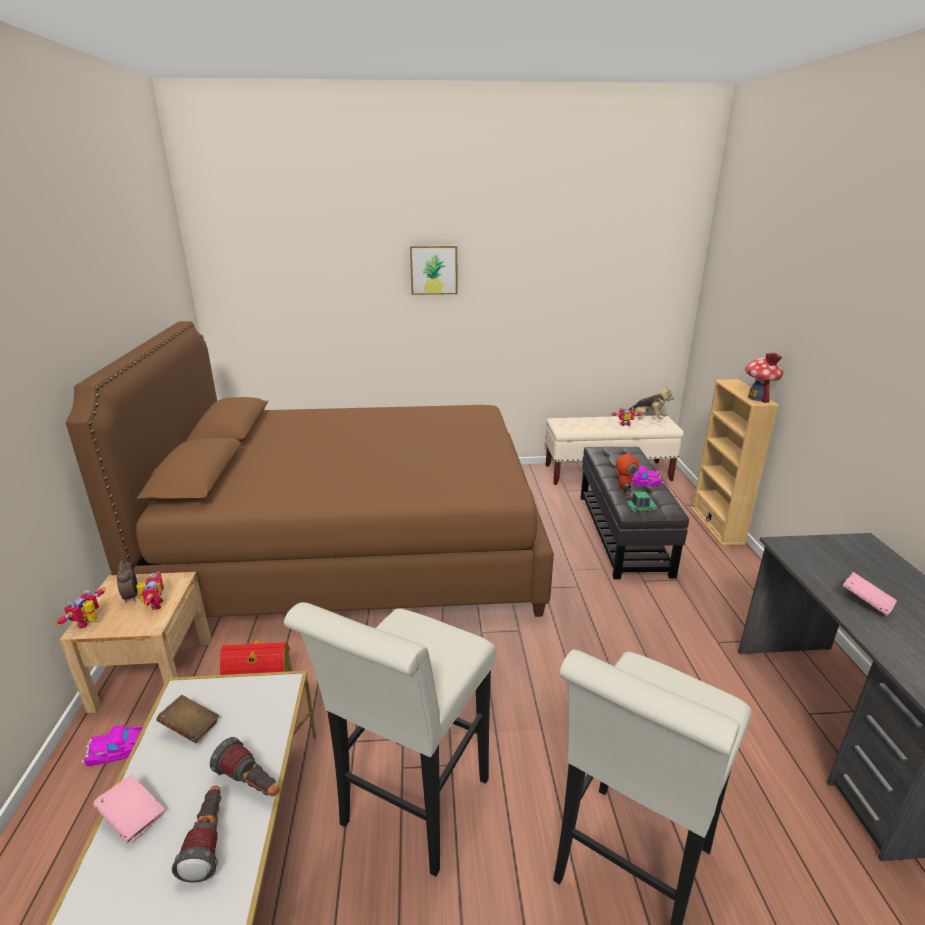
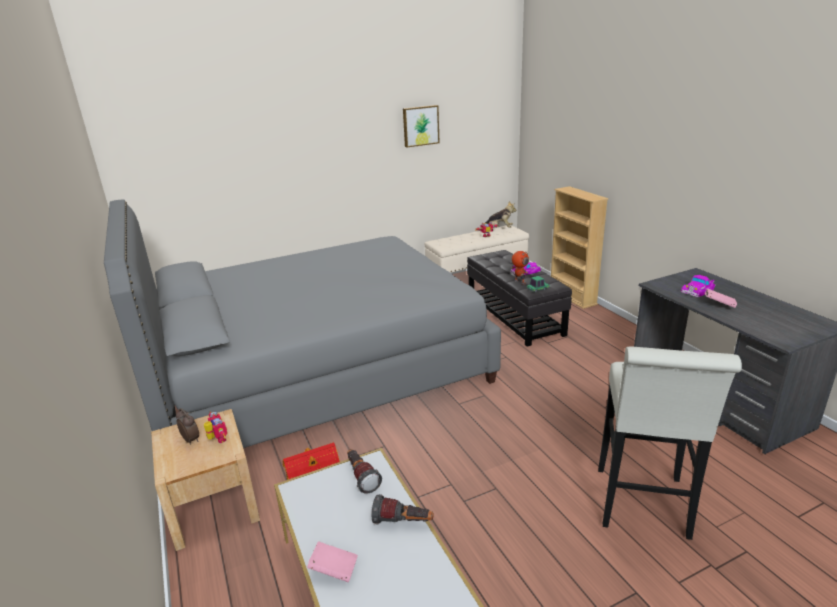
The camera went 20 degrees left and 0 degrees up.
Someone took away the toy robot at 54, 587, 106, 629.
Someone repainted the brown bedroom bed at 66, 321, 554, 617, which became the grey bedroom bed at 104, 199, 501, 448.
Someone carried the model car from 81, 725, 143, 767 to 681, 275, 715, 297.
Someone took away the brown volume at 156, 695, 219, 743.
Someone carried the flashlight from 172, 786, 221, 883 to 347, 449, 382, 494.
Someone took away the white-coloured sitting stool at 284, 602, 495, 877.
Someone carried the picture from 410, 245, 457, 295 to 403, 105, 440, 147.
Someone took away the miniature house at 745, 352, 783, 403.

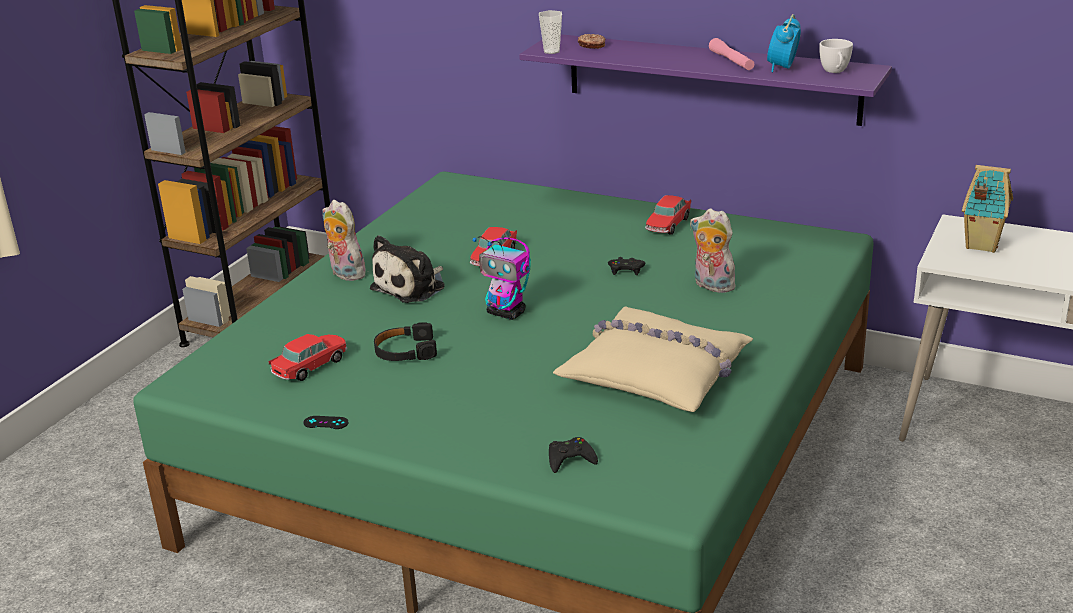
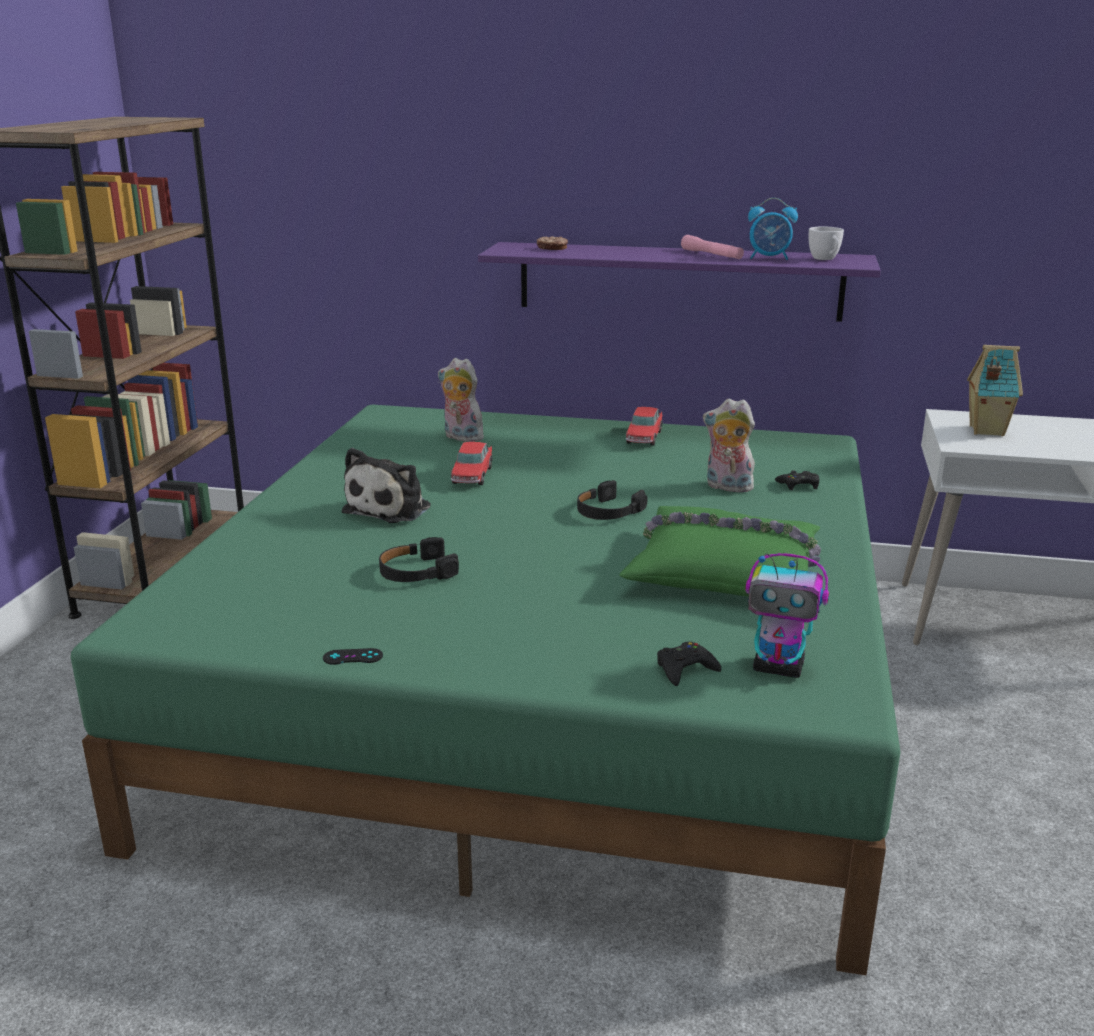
The camera went 15 degrees left and 5 degrees down.
Someone took away the model car at 269, 334, 347, 381.
Someone carried the cuddly toy from 322, 200, 368, 281 to 438, 358, 484, 443.
Someone carried the toy robot from 472, 236, 531, 320 to 745, 553, 829, 678.
Someone took away the small cup at 539, 10, 562, 54.
Someone repainted the beige pillow at 553, 307, 753, 412, which became the green-coloured pillow at 619, 506, 821, 597.
Someone carried the blackish game controller from 608, 257, 645, 275 to 775, 470, 819, 490.
Someone rotated the table clock at 767, 14, 801, 72 by 90 degrees counterclockwise.
Someone put down the blackish pair of headphones at 577, 480, 648, 520.

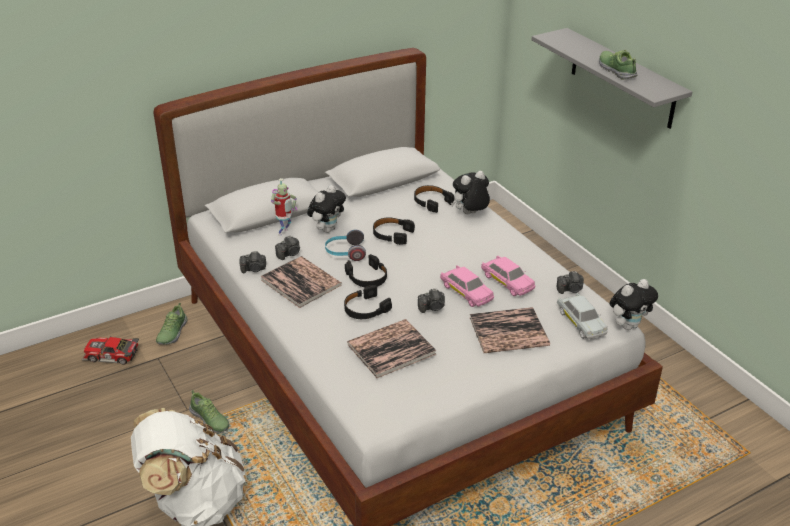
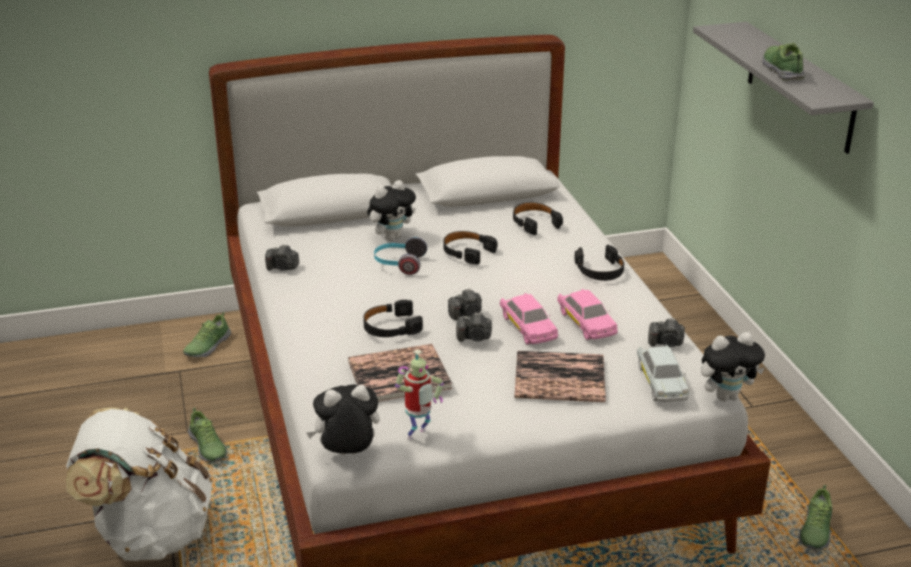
The camera went 15 degrees right and 5 degrees down.
Someone took away the model car at 82, 336, 139, 365.
Someone took away the volume at 260, 256, 342, 308.
Someone carried the toy robot from 271, 178, 297, 236 to 395, 349, 444, 440.
Someone carried the still camera from 275, 235, 300, 260 to 448, 288, 482, 320.
Someone carried the blackish pair of headphones from 345, 254, 387, 287 to 575, 245, 624, 281.
Someone carried the cuddly toy from 451, 171, 490, 214 to 307, 385, 380, 455.
Someone put down the low shoe at 798, 485, 832, 550.

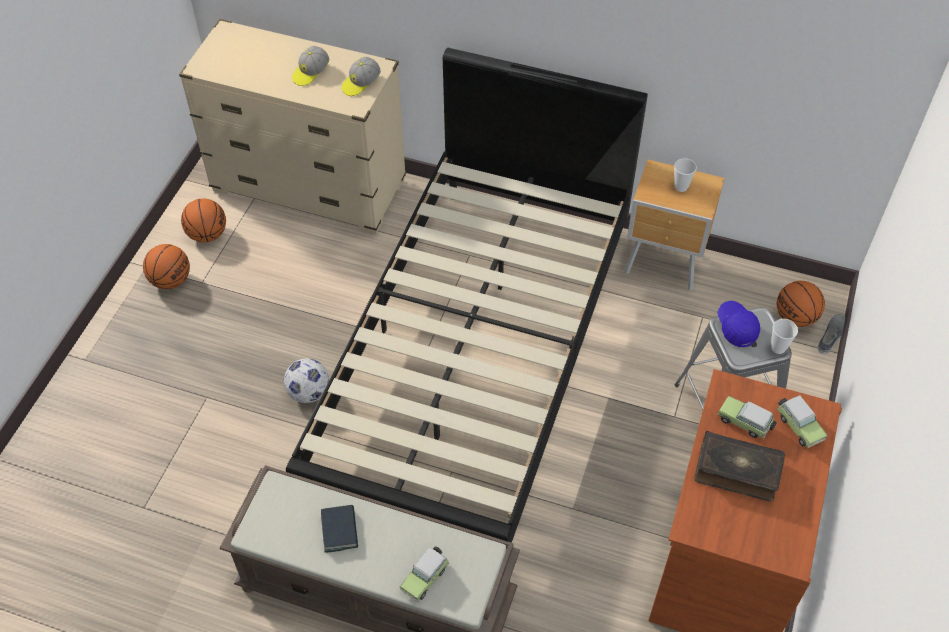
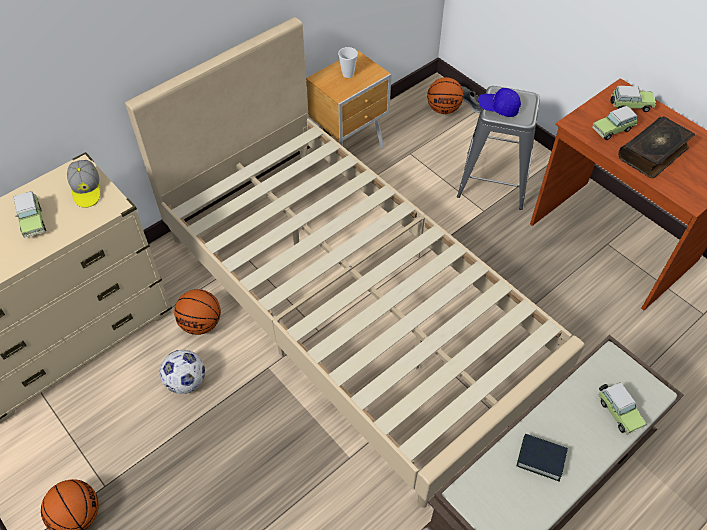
The camera went 60 degrees left and 0 degrees up.
Someone carried the ball for basketball from 181, 198, 226, 243 to 174, 289, 221, 335.
Someone carried the football ball from 284, 358, 329, 403 to 160, 350, 205, 394.
Someone repainted the blackish bedroom bed at 286, 48, 648, 543, which became the beige bedroom bed at 125, 17, 585, 508.
Someone swapped the baseball cap at 292, 46, 330, 86 for the model car at 13, 191, 46, 238.
Someone took away the small cup at 771, 319, 798, 354.

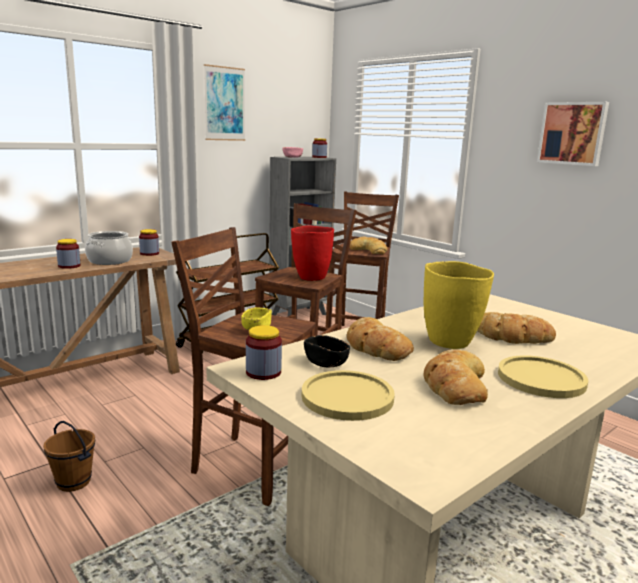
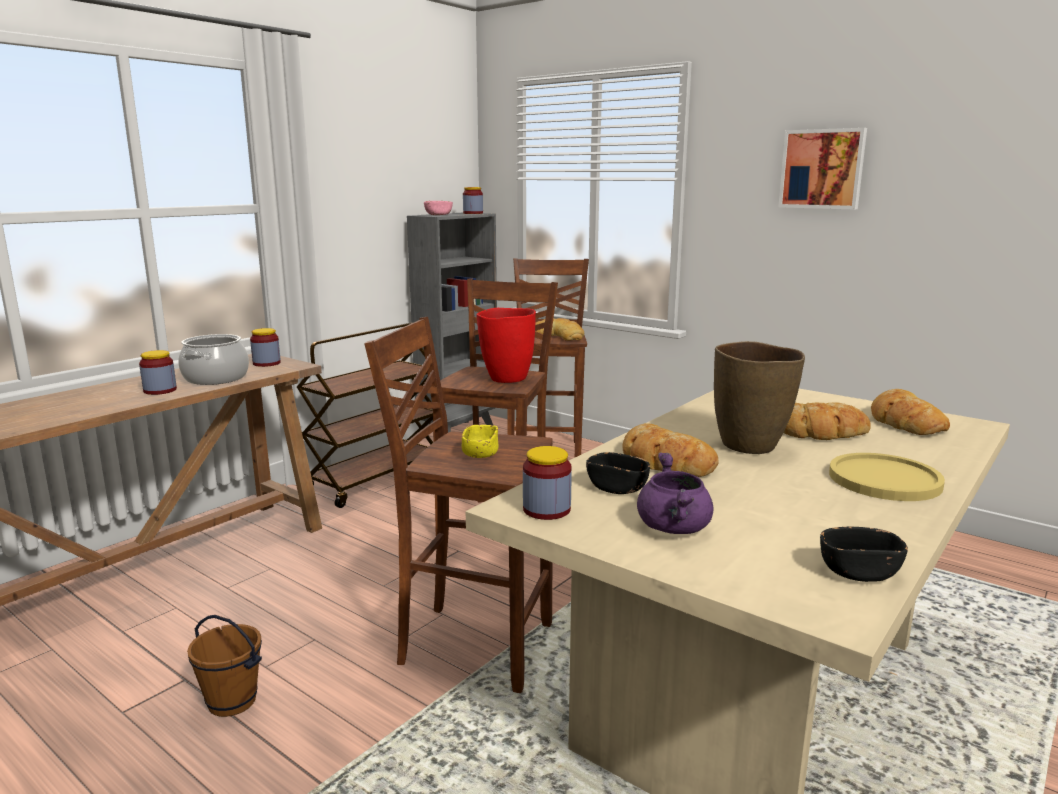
The camera went 10 degrees left and 0 degrees up.
Someone took away the picture at 204, 64, 245, 141.
Someone swapped the yellow dinner plate at 302, 370, 395, 421 for the purplish saucepot at 637, 452, 714, 534.
Someone repainted the yellow flower vase at 424, 261, 494, 349, which became the brown flower vase at 714, 341, 805, 454.
Someone carried the bread from 424, 349, 488, 405 to 871, 389, 950, 435.
Someone put down the blackish serving bowl at 820, 527, 908, 582.

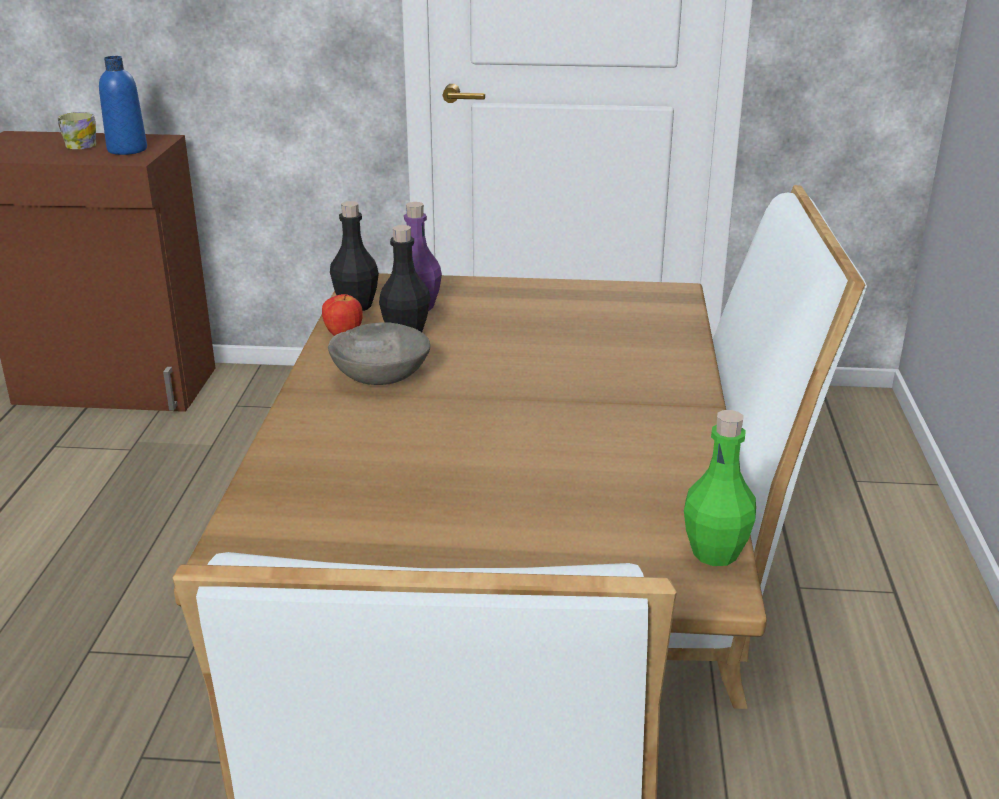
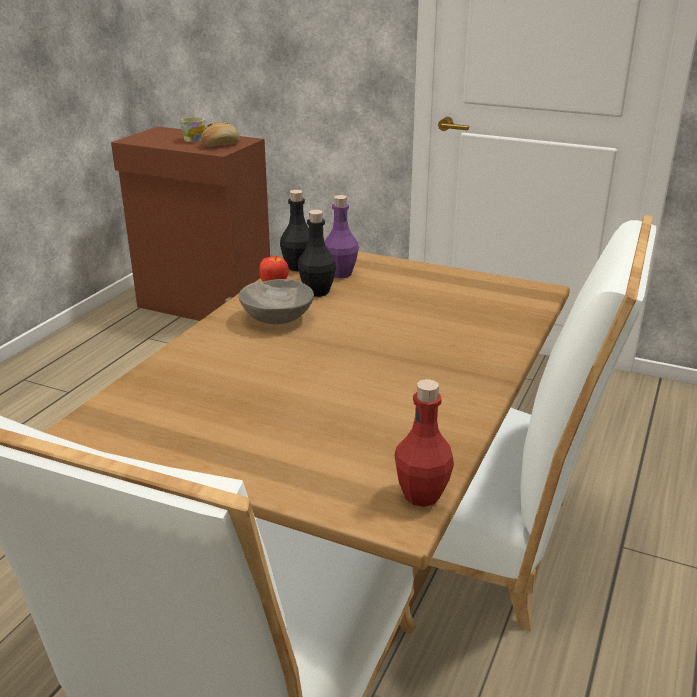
The camera went 20 degrees right and 0 degrees up.
Someone swapped the blue-coloured drink bottle at 99, 56, 147, 155 for the bread at 201, 122, 240, 147.
Someone repainted the green-coloured drink bottle at 684, 410, 756, 566, which became the red-coloured drink bottle at 394, 379, 454, 507.

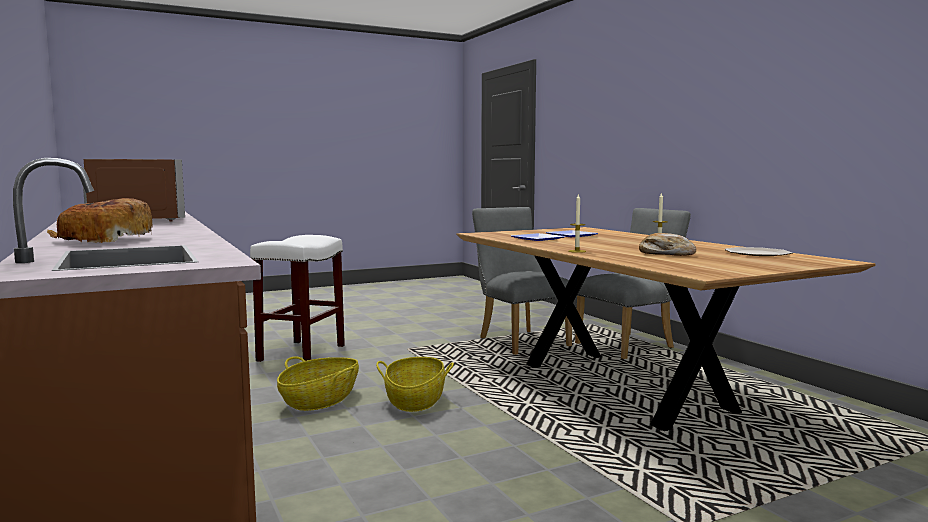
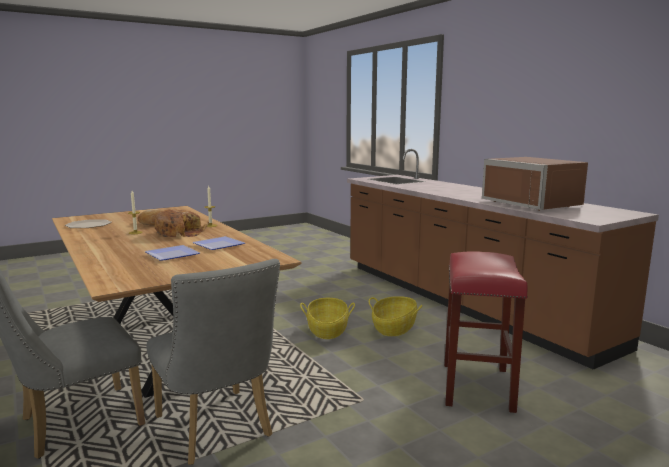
The camera went 175 degrees right and 5 degrees up.
Someone carried the bread from 47, 198, 152, 243 to 155, 210, 207, 237.
Someone repainted the white-coloured sitting stool at 250, 235, 345, 362, which became the red-coloured sitting stool at 444, 251, 528, 413.

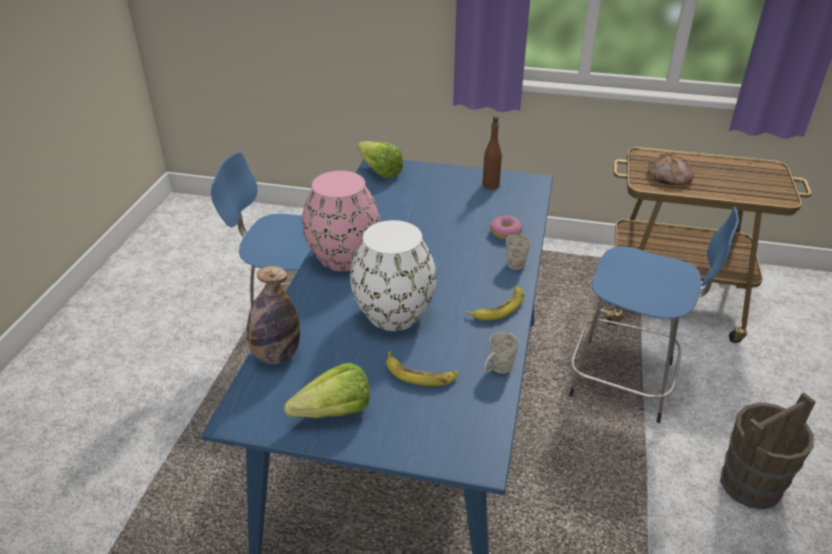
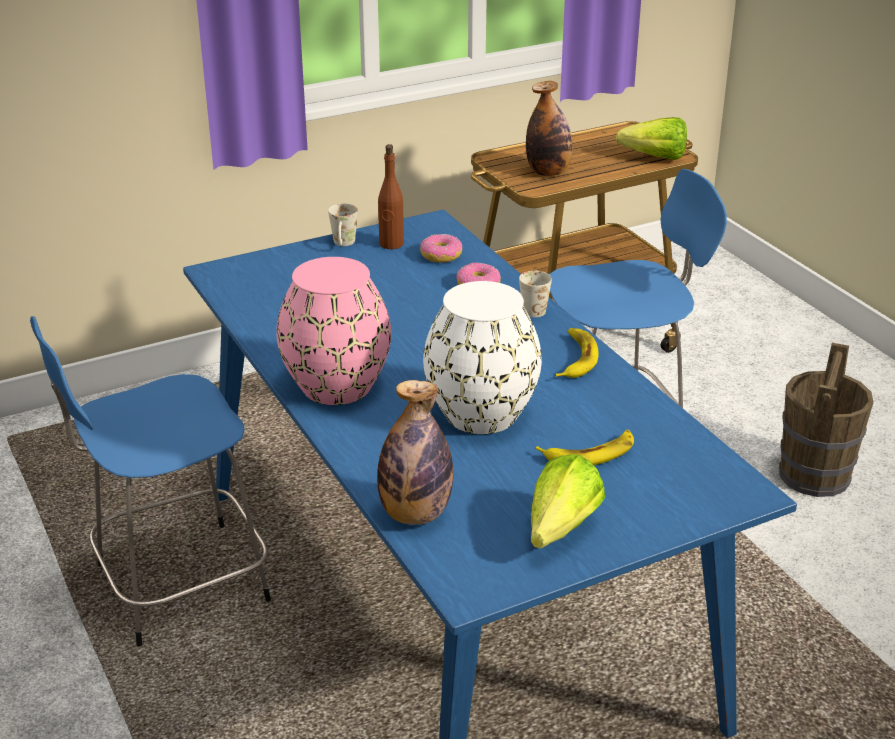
The camera went 40 degrees left and 5 degrees down.
Someone carried the lettuce head from 357, 141, 403, 179 to 616, 117, 687, 160.
Someone carried the white-coloured mug from 484, 332, 519, 374 to 328, 204, 358, 246.
Someone swapped the bread at 648, 153, 694, 185 for the drink bottle at 526, 81, 573, 176.
Someone put down the doughnut at 420, 234, 462, 263.

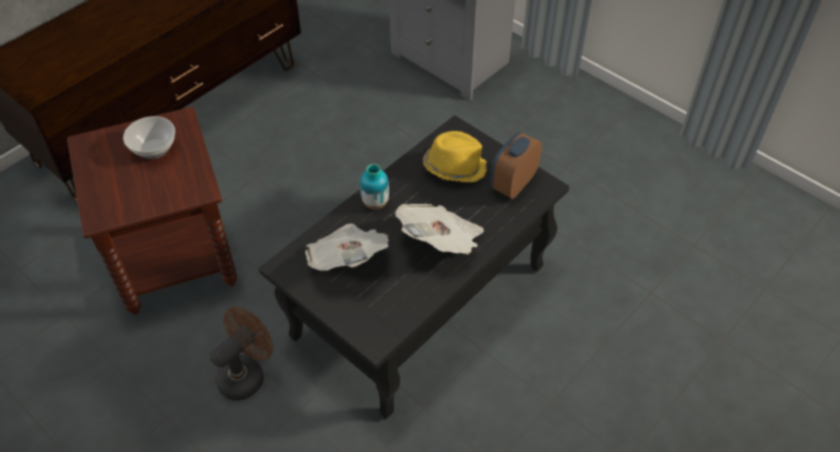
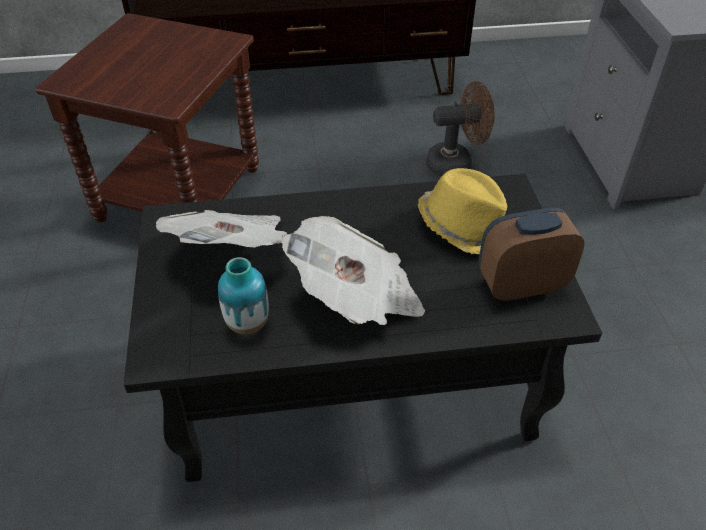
The camera went 40 degrees right and 5 degrees down.
Someone took away the serving bowl at 123, 116, 175, 159.
Someone carried the brown fan from 210, 307, 273, 401 to 426, 81, 494, 176.
Someone carried the flower vase from 360, 164, 389, 210 to 218, 257, 269, 334.

